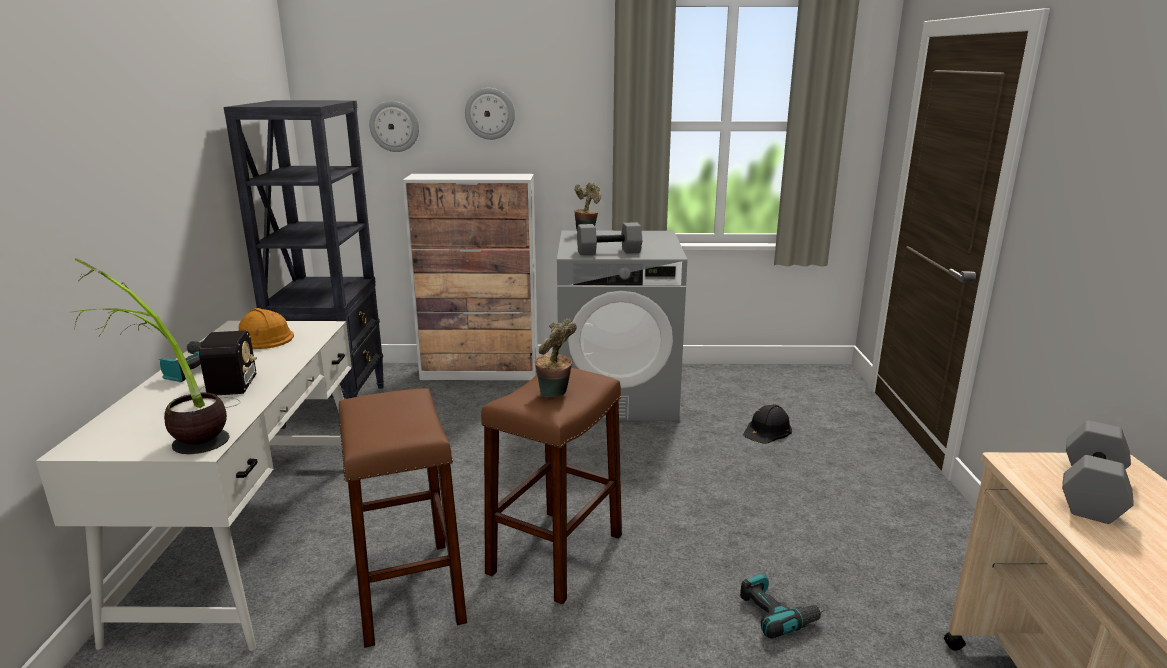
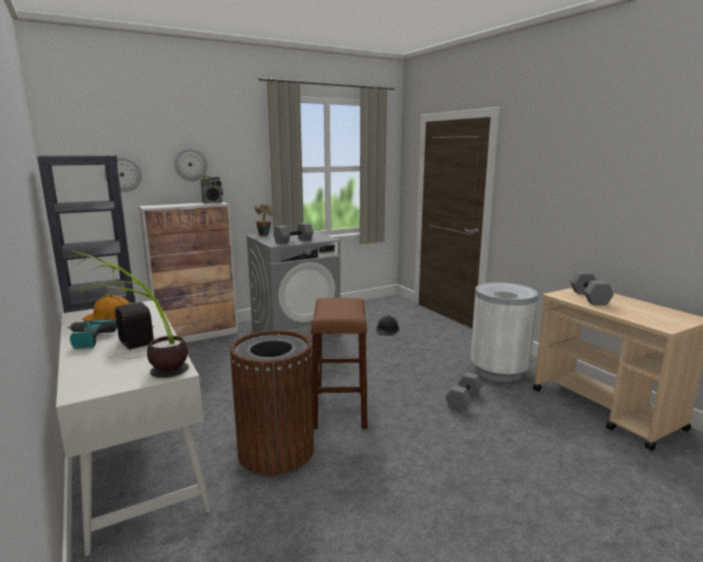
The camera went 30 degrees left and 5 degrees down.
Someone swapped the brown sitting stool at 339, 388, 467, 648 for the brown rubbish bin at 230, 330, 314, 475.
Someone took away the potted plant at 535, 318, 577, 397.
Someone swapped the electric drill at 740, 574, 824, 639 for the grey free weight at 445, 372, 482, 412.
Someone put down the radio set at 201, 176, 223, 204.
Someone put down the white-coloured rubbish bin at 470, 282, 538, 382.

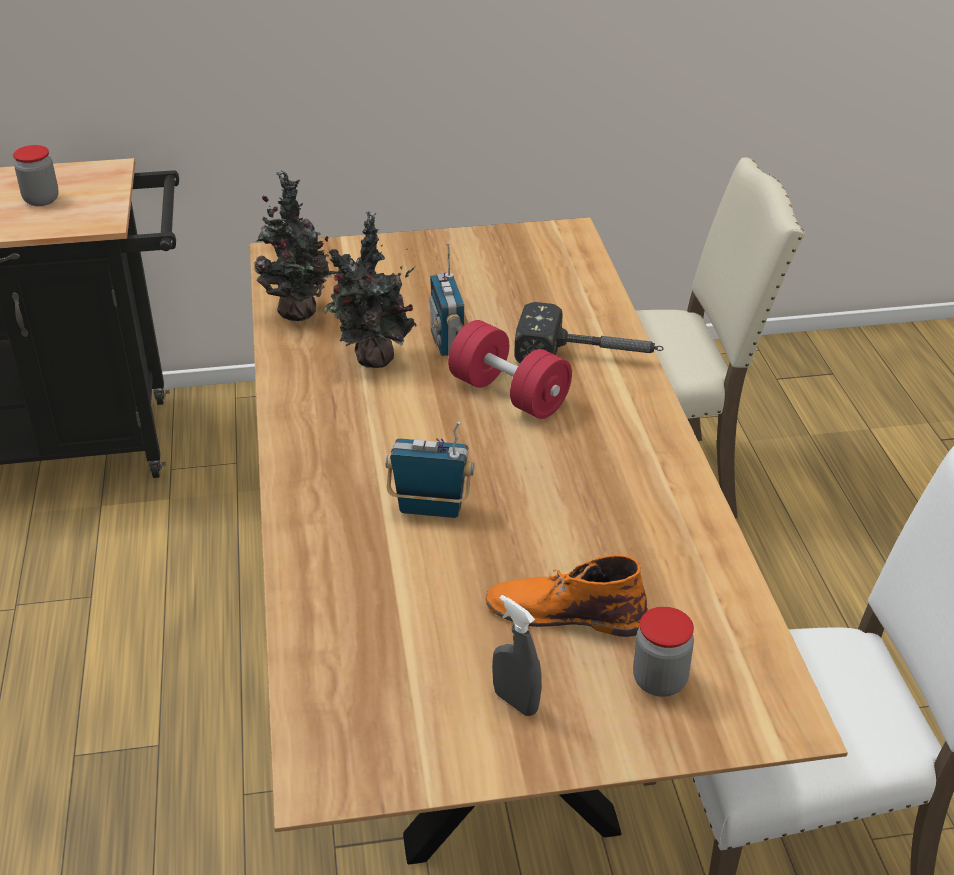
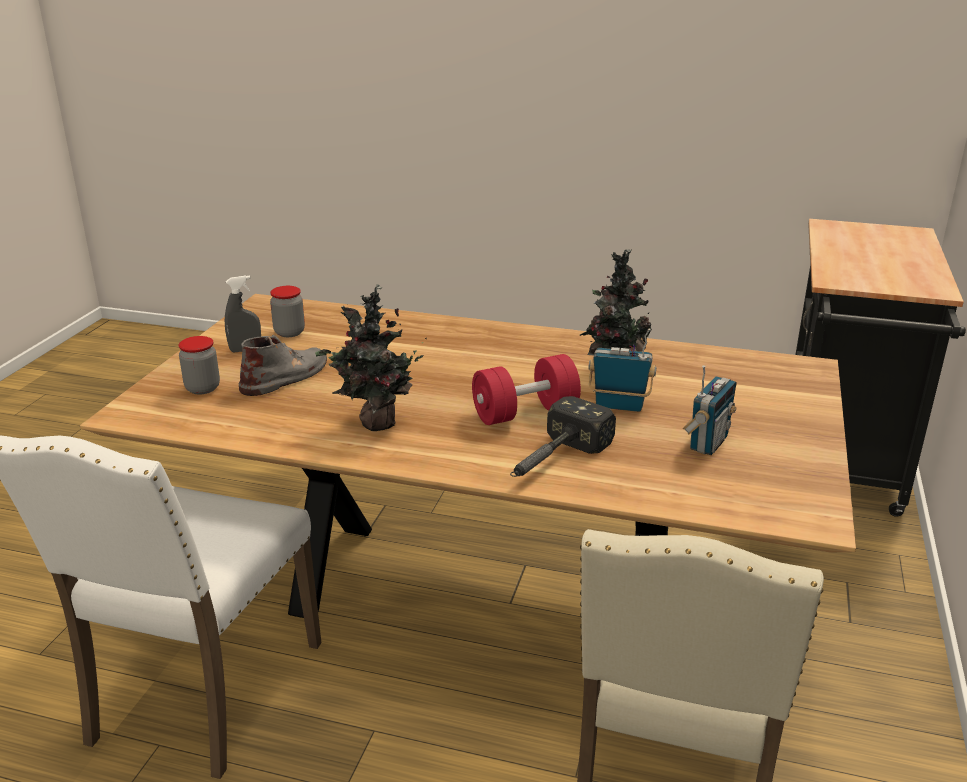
The camera went 115 degrees right and 10 degrees down.
Someone carried the jar from 13, 145, 59, 206 to 270, 286, 305, 337.
Someone carried the potted plant from 254, 169, 337, 321 to 315, 284, 427, 431.
Someone carried the radio set from 386, 421, 474, 518 to 683, 365, 737, 455.
Someone repainted the orange-coloured tall boot at 486, 554, 648, 637, which became the grey tall boot at 239, 335, 327, 396.

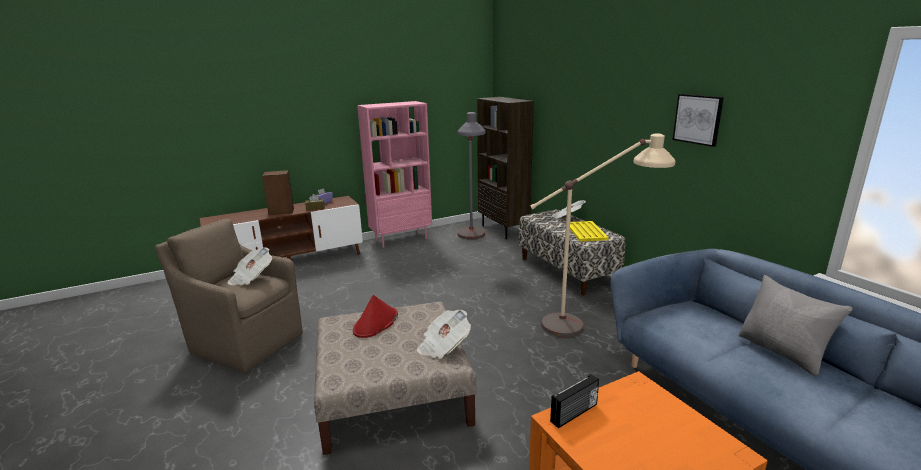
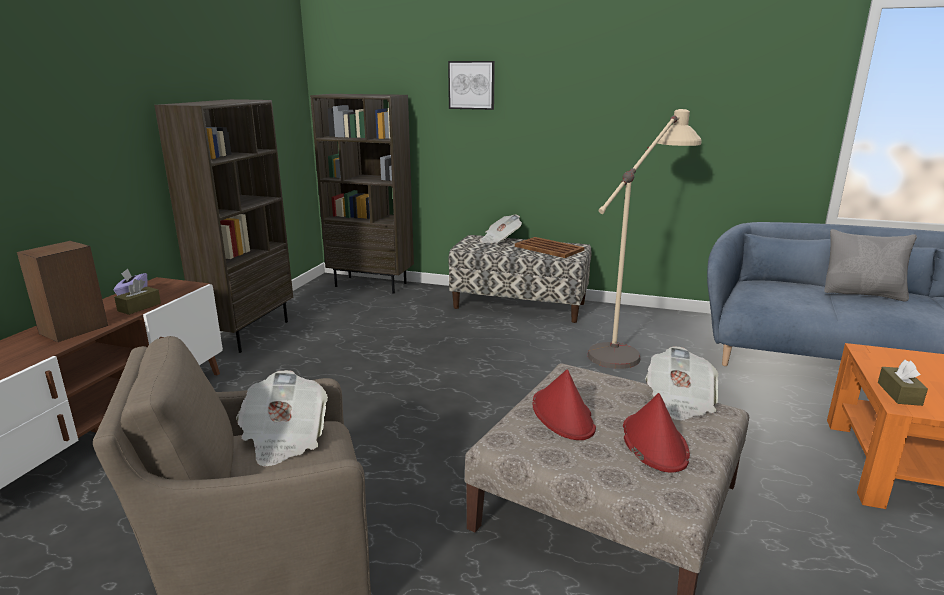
The camera went 45 degrees left and 0 degrees up.
Someone repainted the pinkish bookshelf at 357, 101, 432, 248, which became the brown bookshelf at 154, 99, 293, 353.
Someone took away the grey floor lamp at 457, 112, 486, 240.
Someone swapped the radio set at 550, 374, 599, 428 for the brown box of tissues at 878, 360, 928, 406.
Someone repainted the yellow serving tray at 570, 221, 609, 241, which became the brown serving tray at 515, 237, 584, 258.
Someone carried the picture from 673, 94, 724, 147 to 448, 61, 495, 110.
Someone put down the red-coloured hat at 623, 393, 690, 473.

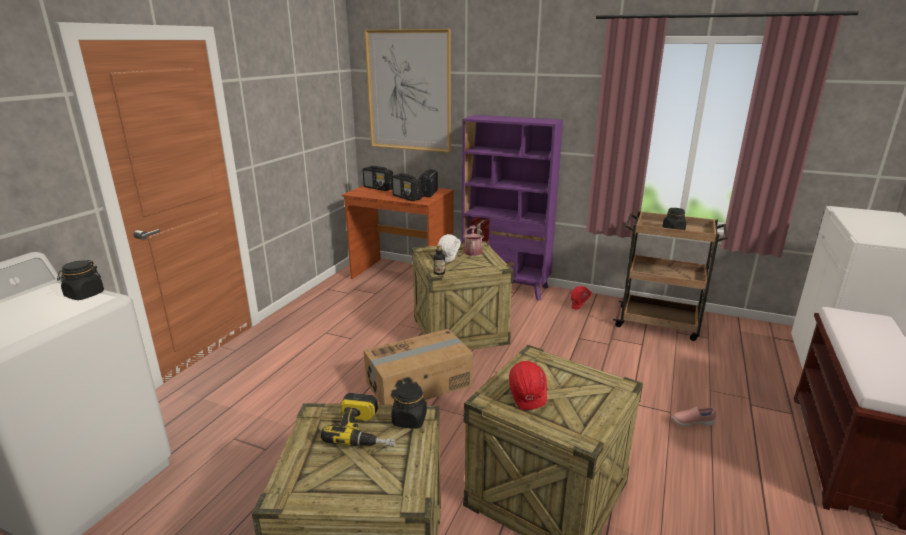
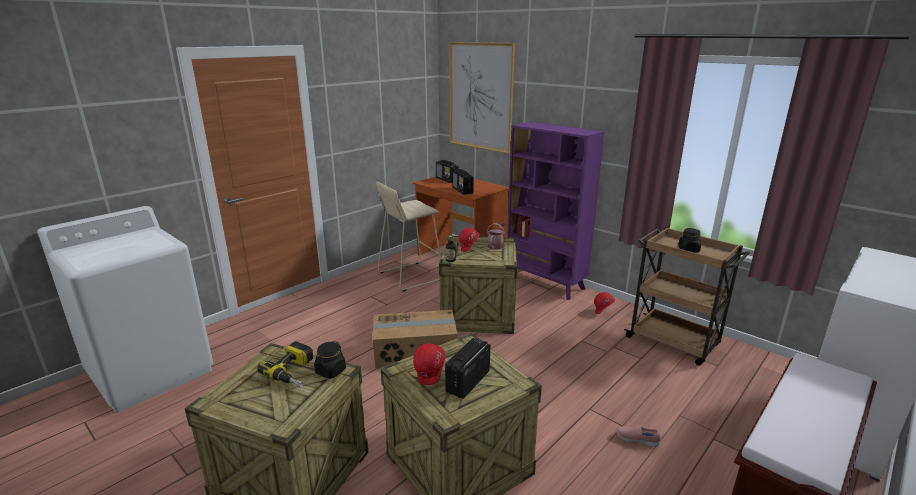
The camera went 20 degrees right and 0 degrees up.
Someone took away the blackish jar at 57, 260, 104, 300.
Someone carried the radio set from 419, 169, 438, 197 to 445, 338, 490, 399.
Someone repainted the white-coloured work helmet at 438, 234, 461, 262, which became the red-coloured work helmet at 459, 228, 480, 252.
Someone put down the beige sitting stool at 376, 182, 441, 292.

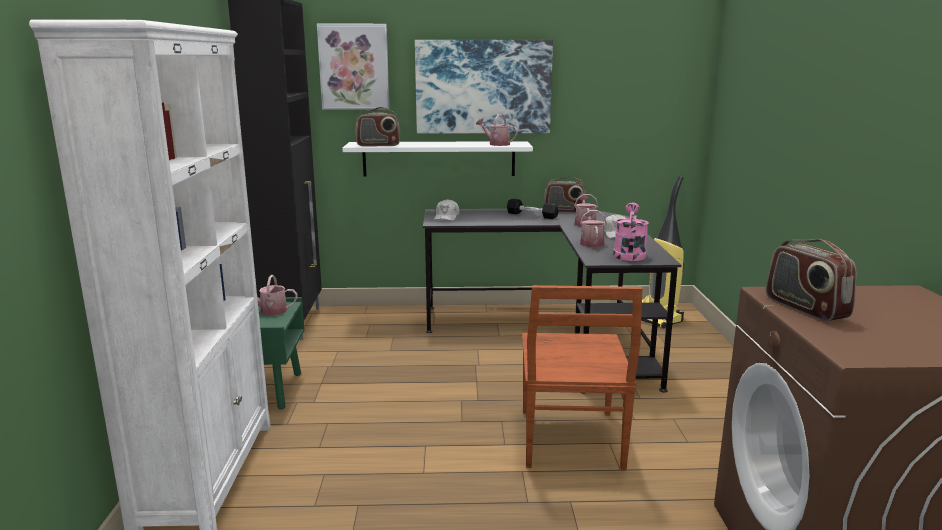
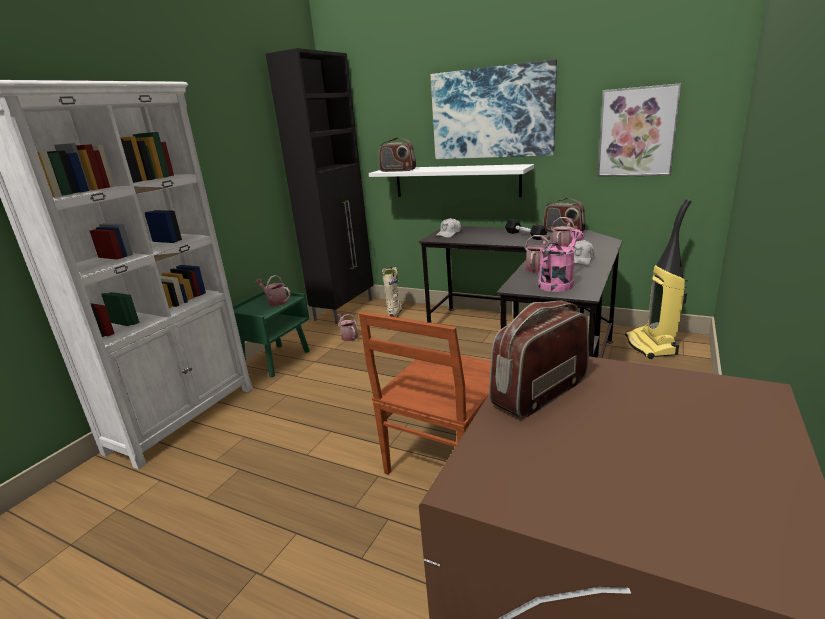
The camera went 30 degrees right and 5 degrees up.
Someone carried the picture from 317, 24, 390, 110 to 597, 83, 681, 177.
Someone carried the watering can from 476, 114, 518, 146 to 337, 313, 358, 341.
Someone rotated the radio set at 766, 239, 857, 321 by 45 degrees clockwise.
Someone put down the beige tall boot at 382, 267, 403, 317.

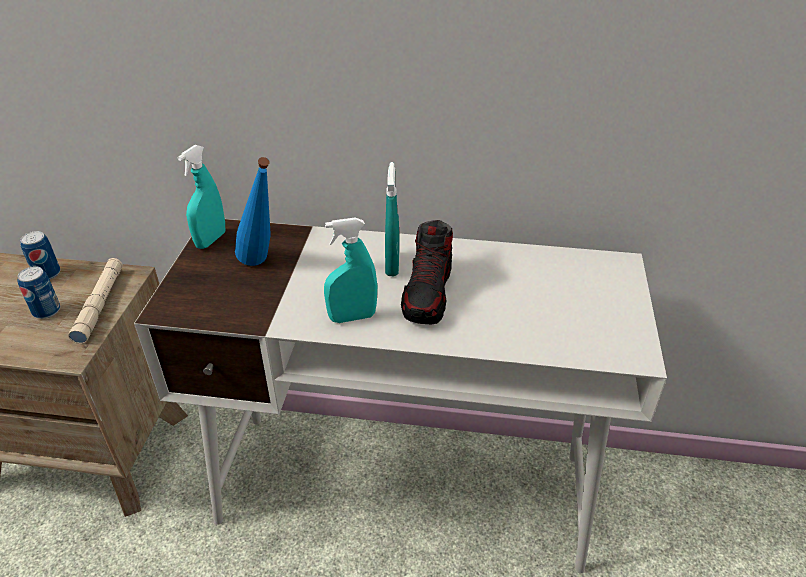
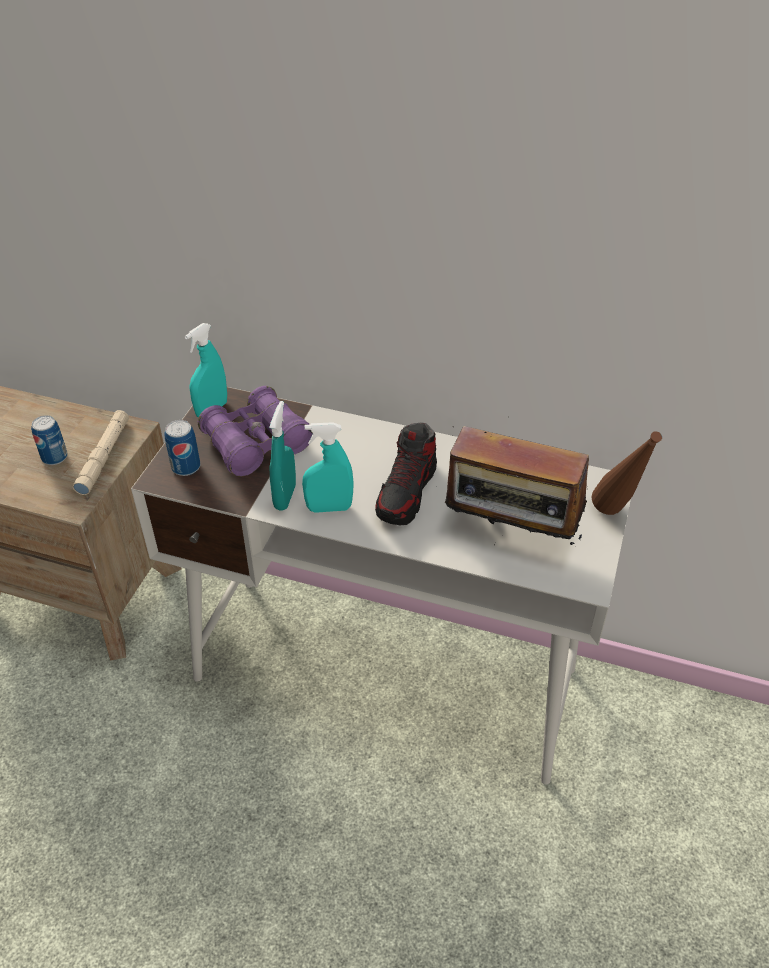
The camera went 10 degrees right and 5 degrees up.
Someone carried the can from 20, 231, 60, 280 to 164, 420, 200, 476.
Someone swapped the blue-coloured drink bottle at 235, 157, 271, 266 for the purplish binoculars at 198, 386, 313, 476.
Someone carried the turquoise-coloured spray bottle from 385, 162, 399, 276 to 269, 401, 296, 511.
Someone put down the radio set at 445, 426, 589, 545.
Someone put down the brown drink bottle at 592, 431, 662, 515.

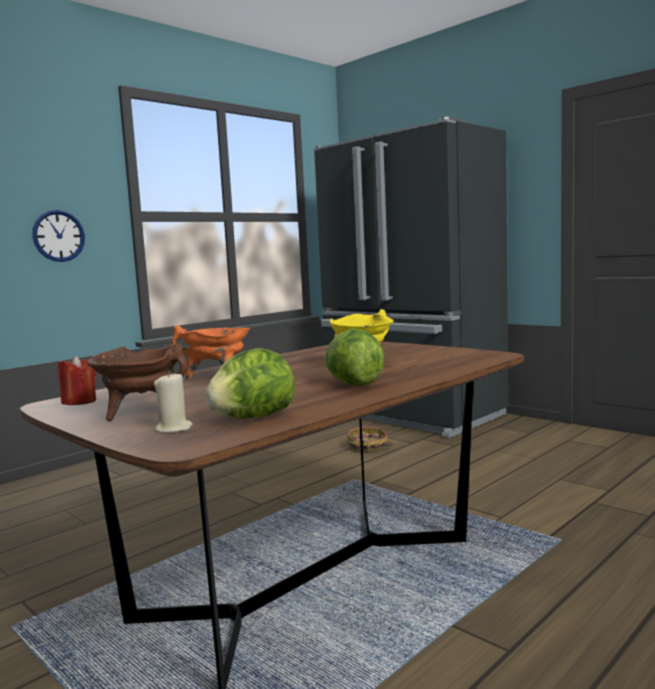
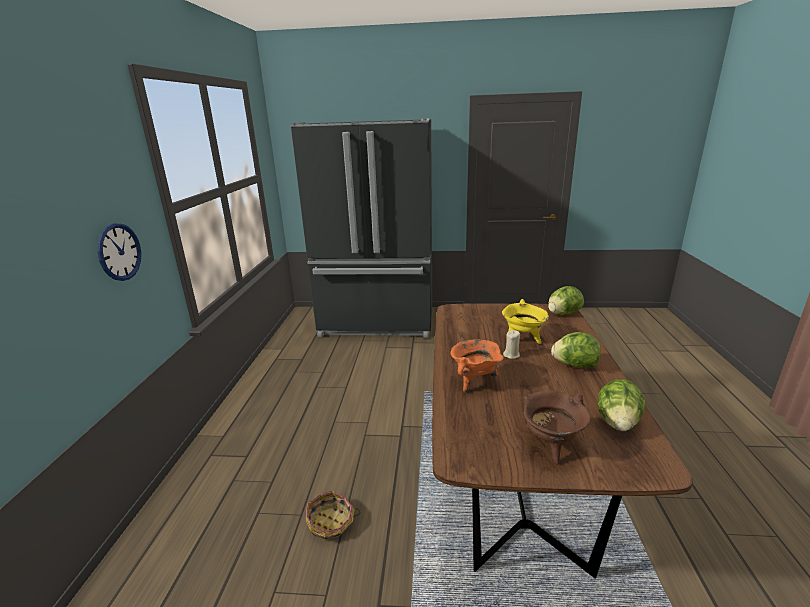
The camera went 40 degrees left and 15 degrees up.
Someone took away the red-coloured candle at 58, 355, 96, 405.
Someone carried the beige candle from 154, 372, 192, 433 to 503, 330, 520, 359.
Someone carried the basket from 347, 426, 393, 453 to 306, 491, 360, 540.
Someone put down the lettuce head at 548, 286, 584, 315.

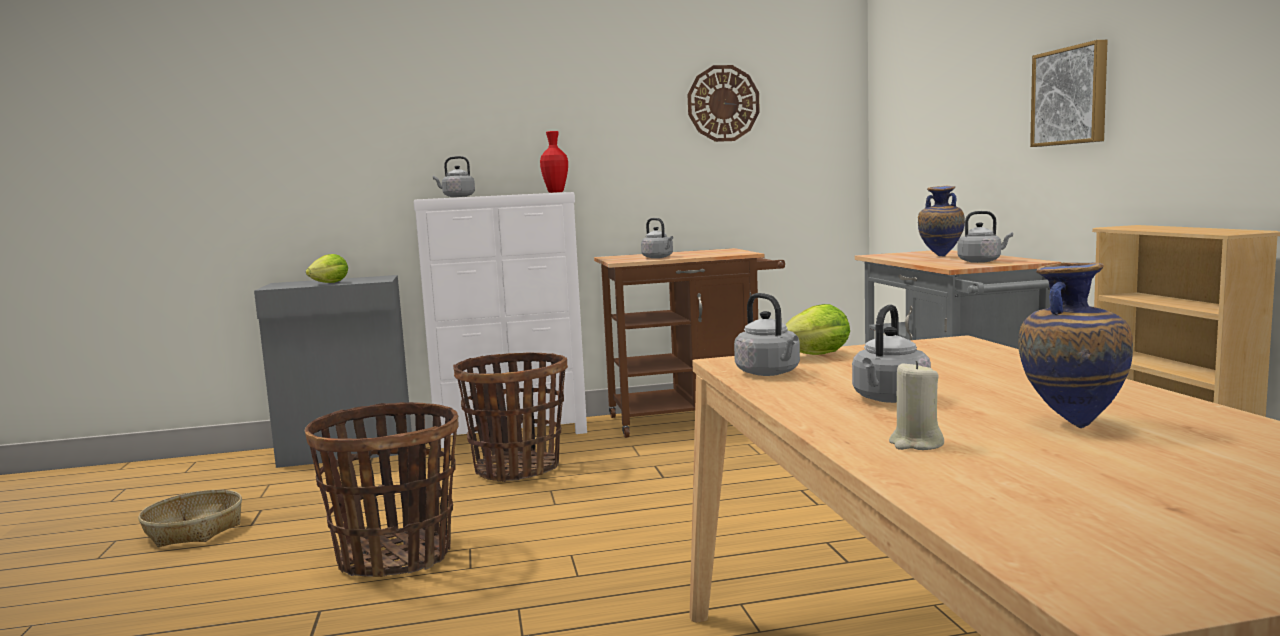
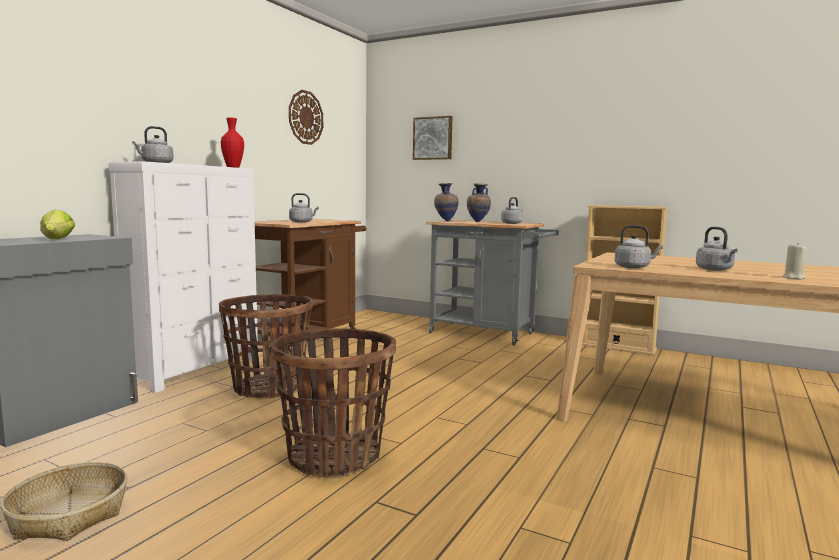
The camera went 50 degrees left and 0 degrees up.
Someone took away the lettuce head at 785, 304, 850, 355.
Someone carried the flower vase from 1018, 262, 1133, 428 to 434, 183, 458, 222.
Someone carried the picture from 1030, 40, 1108, 147 to 413, 116, 452, 160.

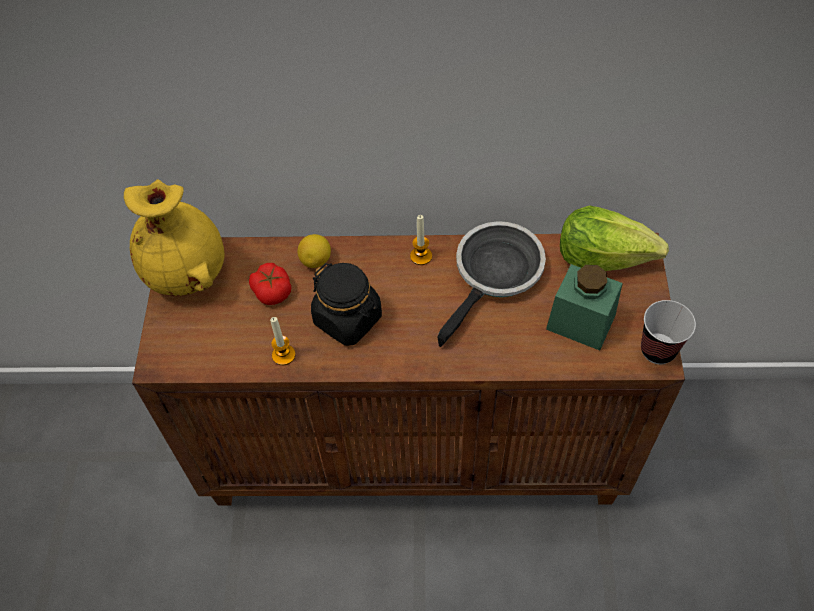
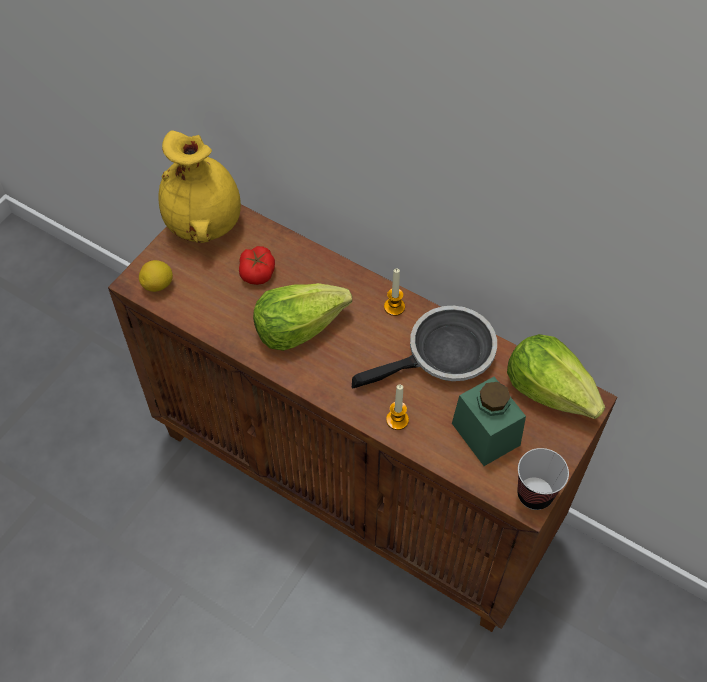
The camera went 30 degrees right and 0 degrees up.
Someone carried the candle from 270, 317, 296, 365 to 386, 385, 409, 430.
Someone carried the lemon from 298, 234, 331, 268 to 139, 260, 173, 292.
Someone swapped the blackish jar at 311, 263, 382, 346 for the lettuce head at 253, 283, 352, 351.

